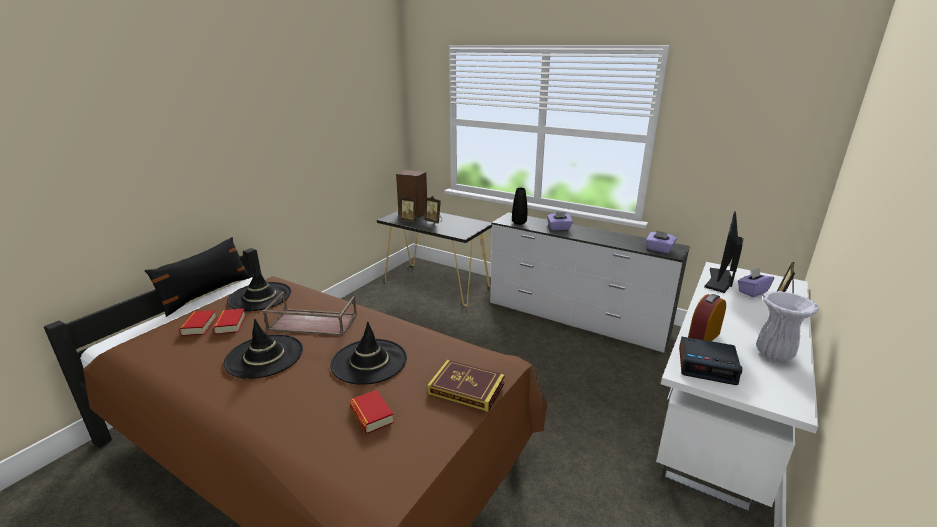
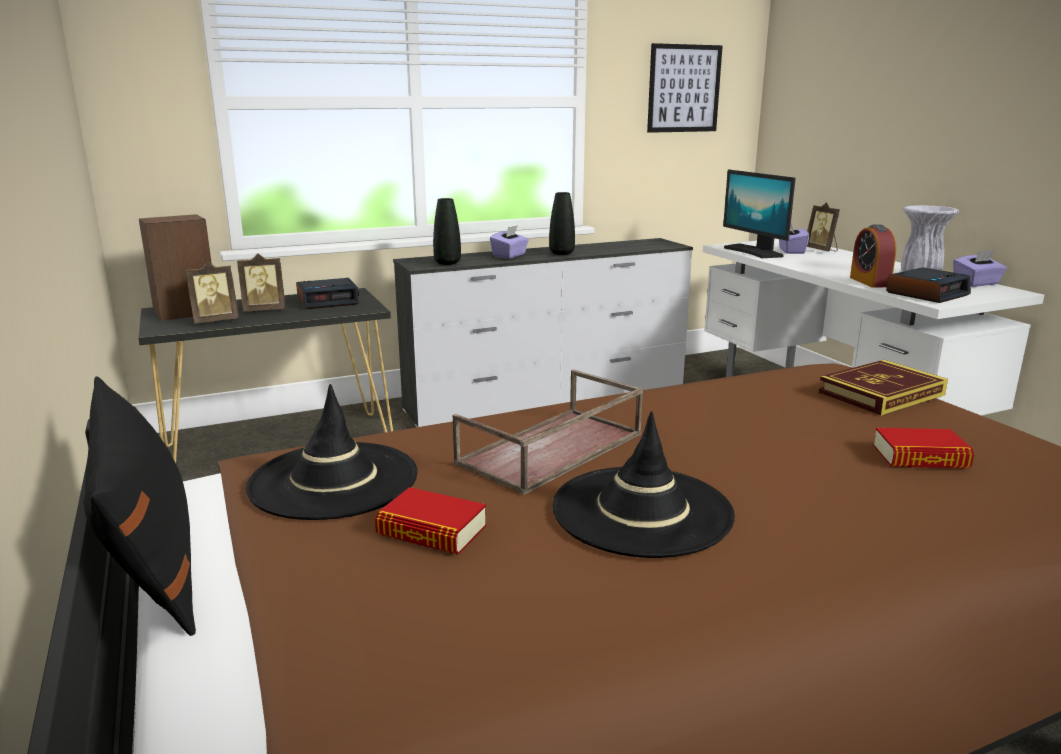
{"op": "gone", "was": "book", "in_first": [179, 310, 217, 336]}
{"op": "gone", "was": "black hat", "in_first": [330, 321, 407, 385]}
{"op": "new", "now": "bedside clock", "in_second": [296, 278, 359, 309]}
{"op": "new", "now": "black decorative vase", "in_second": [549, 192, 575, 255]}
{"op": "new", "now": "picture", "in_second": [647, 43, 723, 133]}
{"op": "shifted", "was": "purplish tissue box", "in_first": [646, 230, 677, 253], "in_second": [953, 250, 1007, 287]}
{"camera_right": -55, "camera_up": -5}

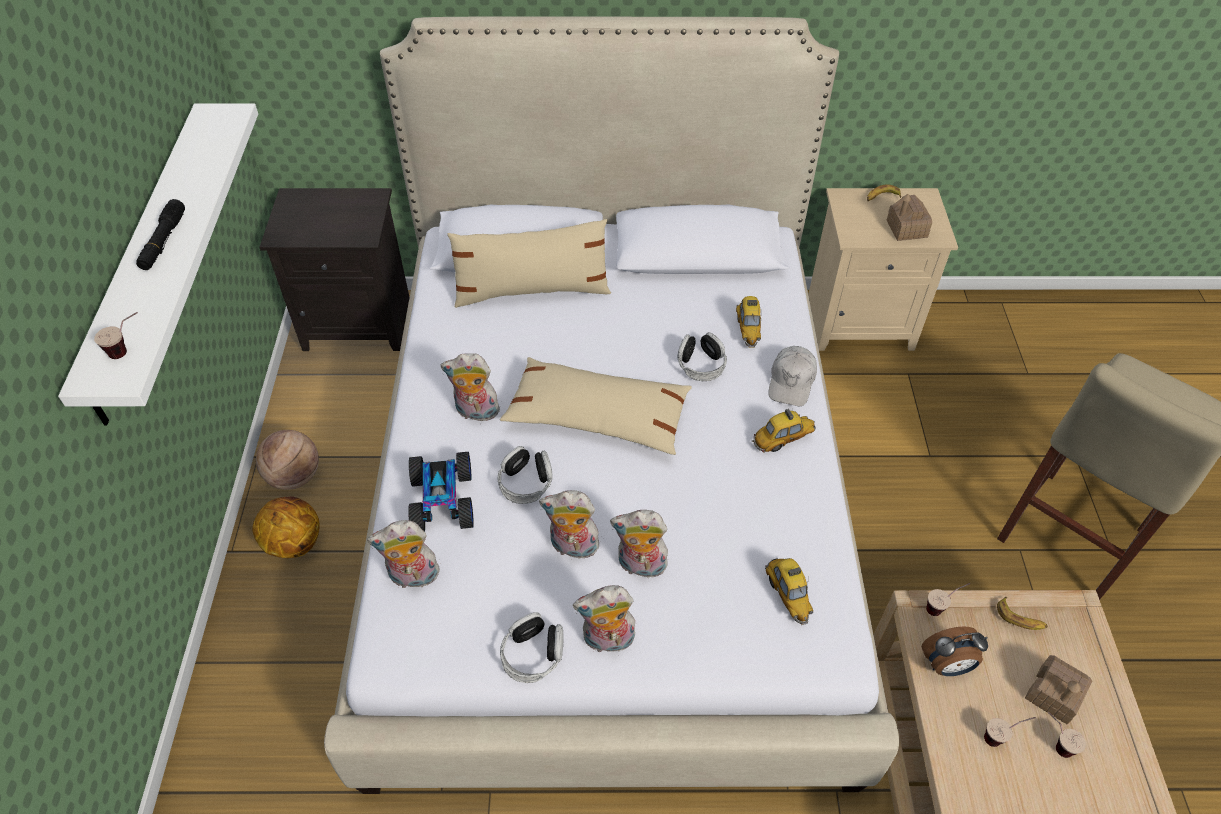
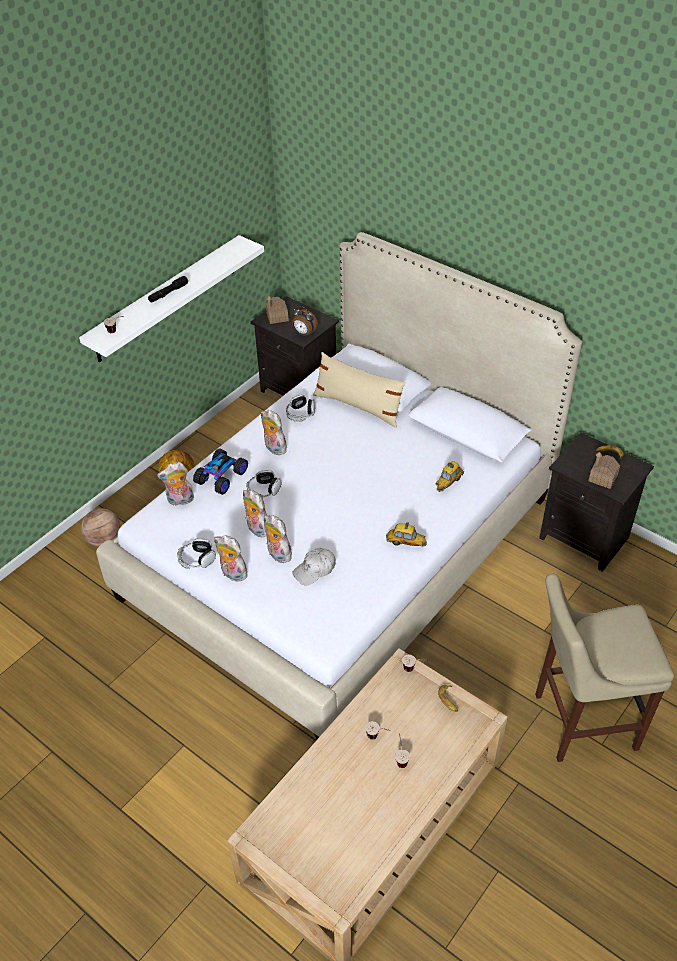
{"op": "gone", "was": "beige pillow", "in_first": [500, 357, 692, 455]}
{"op": "gone", "was": "miniature car", "in_first": [765, 558, 813, 625]}
{"op": "shifted", "was": "ball for basketball", "in_first": [256, 430, 319, 490], "in_second": [81, 508, 120, 547]}
{"op": "shifted", "was": "headphones", "in_first": [677, 332, 727, 381], "in_second": [286, 394, 315, 422]}
{"op": "shifted", "was": "white peaked cap", "in_first": [768, 346, 817, 406], "in_second": [292, 548, 336, 586]}
{"op": "shifted", "was": "bedside clock", "in_first": [921, 626, 988, 676], "in_second": [292, 306, 318, 337]}
{"op": "shifted", "was": "model house", "in_first": [1025, 655, 1092, 724], "in_second": [266, 296, 289, 324]}
{"op": "repainted", "was": "beige night table", "now": "black night table", "in_first": [808, 188, 958, 351], "in_second": [539, 433, 654, 572]}
{"op": "rotated", "was": "plush toy", "in_first": [367, 520, 440, 588], "in_second": [157, 462, 194, 506], "clockwise": -45}
{"camera_right": 40, "camera_up": -5}

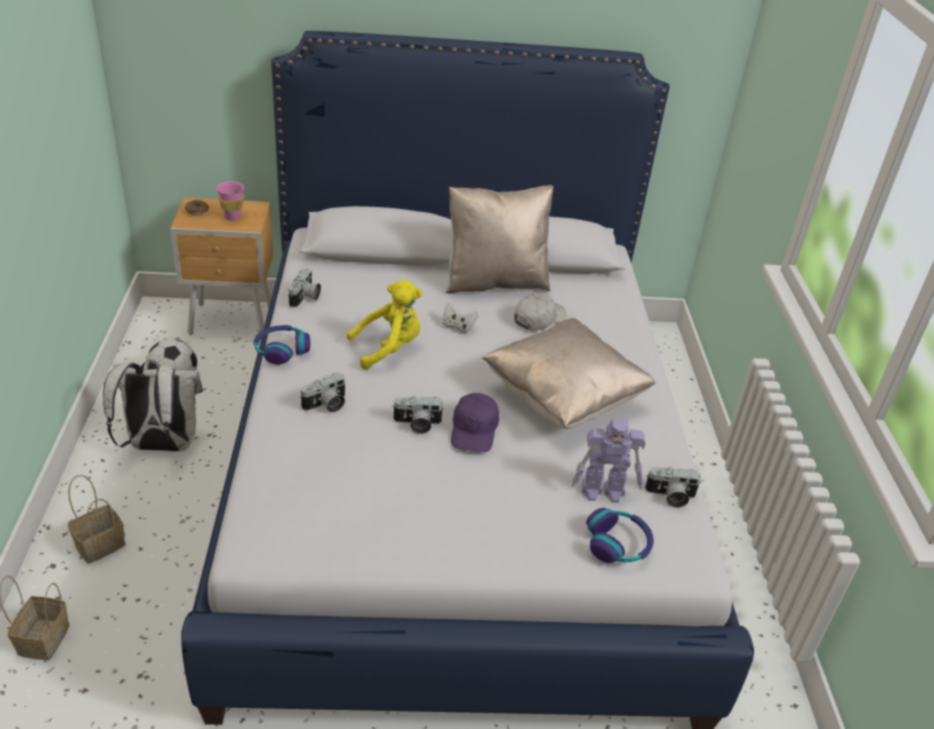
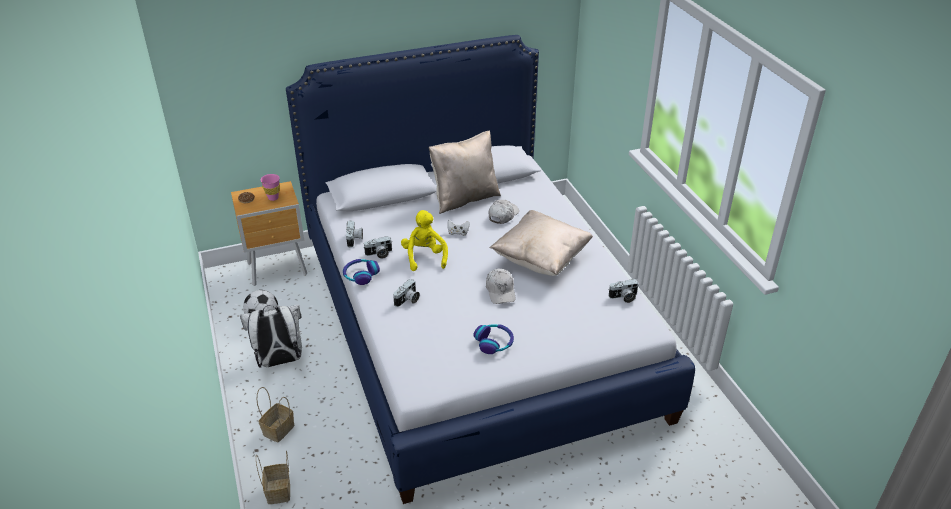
{"op": "gone", "was": "toy robot", "in_first": [571, 420, 646, 503]}
{"op": "shifted", "was": "photo camera", "in_first": [392, 396, 444, 434], "in_second": [364, 236, 392, 259]}
{"op": "shifted", "was": "headphones", "in_first": [586, 508, 654, 563], "in_second": [474, 324, 514, 354]}
{"op": "repainted", "was": "purplish peaked cap", "now": "white peaked cap", "in_first": [451, 393, 499, 452], "in_second": [486, 269, 516, 304]}
{"op": "rotated", "was": "yellow plush toy", "in_first": [347, 280, 423, 370], "in_second": [401, 210, 448, 271], "clockwise": -60}
{"camera_right": -15, "camera_up": 0}

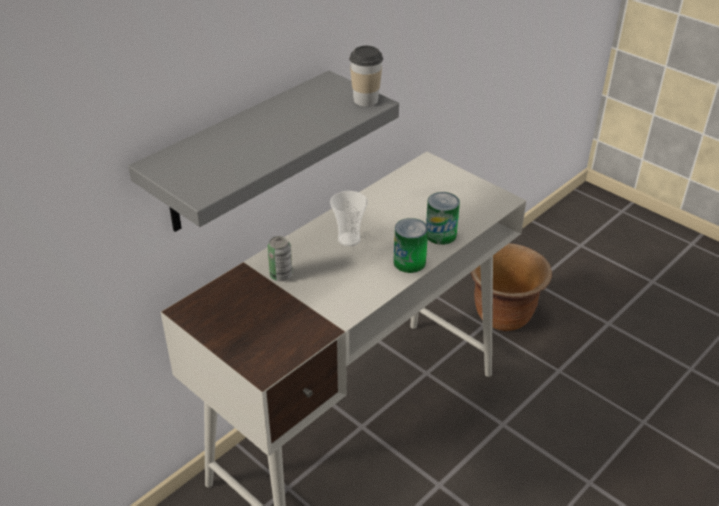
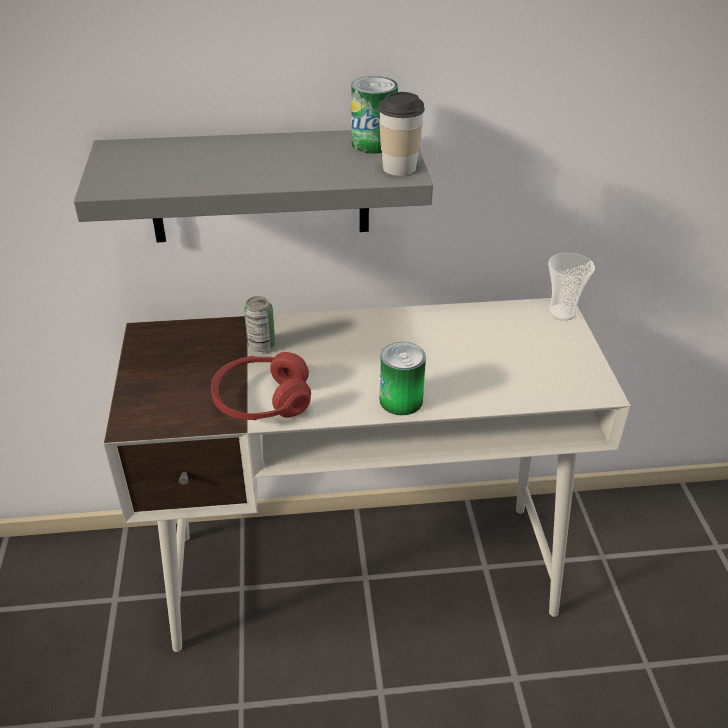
{"op": "gone", "was": "brownish planter", "in_first": [470, 243, 552, 331]}
{"op": "new", "now": "red-coloured headphones", "in_second": [211, 352, 311, 421]}
{"op": "shifted", "was": "small cup", "in_first": [330, 191, 368, 247], "in_second": [548, 253, 595, 321]}
{"op": "shifted", "was": "can", "in_first": [426, 192, 460, 245], "in_second": [351, 76, 398, 153]}
{"camera_right": 40, "camera_up": 0}

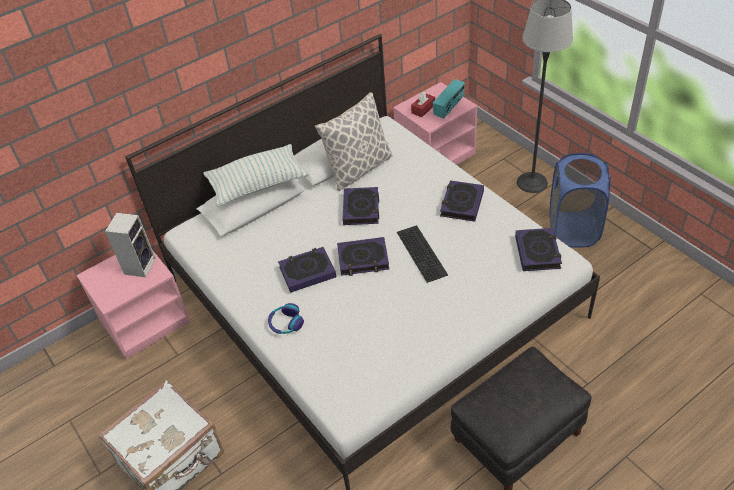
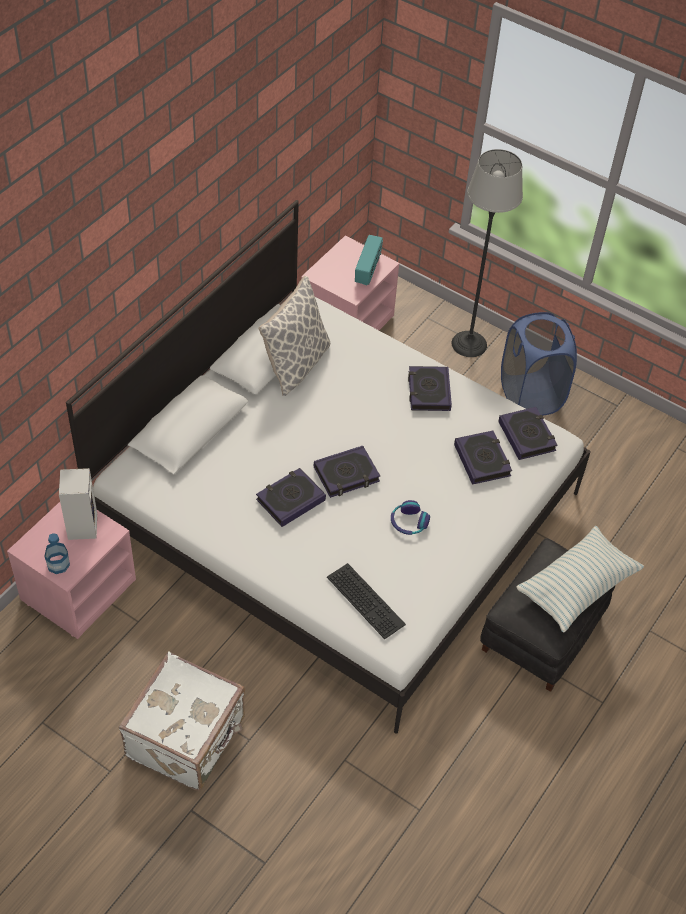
{"op": "gone", "was": "red-coloured tissue box", "in_first": [411, 92, 435, 117]}
{"op": "new", "now": "drink bottle", "in_second": [45, 533, 70, 574]}
{"op": "shifted", "was": "pillow", "in_first": [203, 144, 310, 207], "in_second": [516, 526, 644, 632]}
{"op": "shifted", "was": "headphones", "in_first": [268, 303, 304, 334], "in_second": [391, 500, 430, 535]}
{"op": "shifted", "was": "book", "in_first": [343, 187, 379, 225], "in_second": [454, 430, 512, 485]}
{"op": "shifted", "was": "keyboard", "in_first": [397, 225, 448, 283], "in_second": [327, 563, 406, 639]}
{"camera_right": -25, "camera_up": 5}

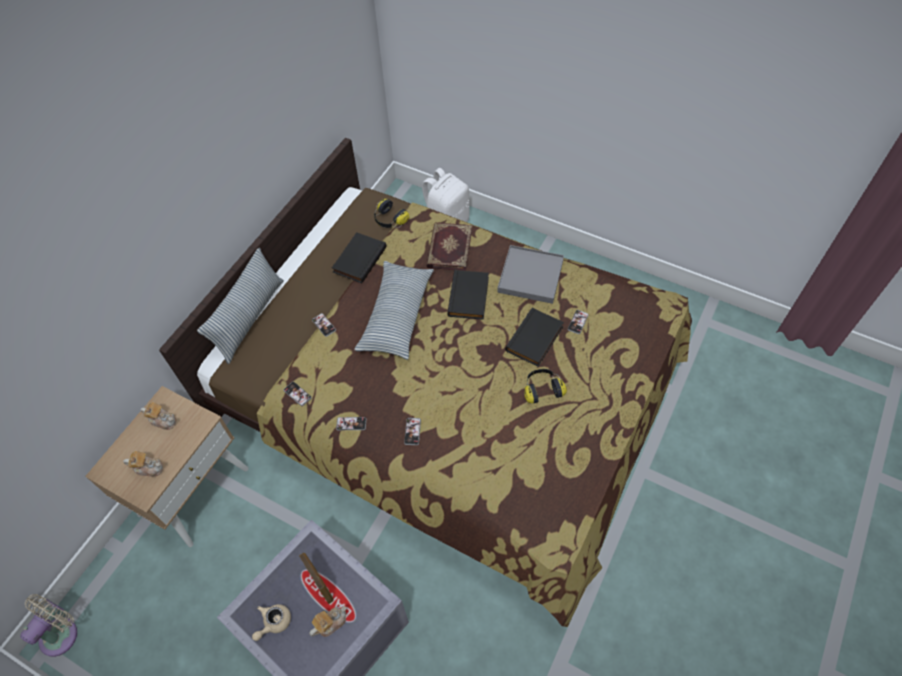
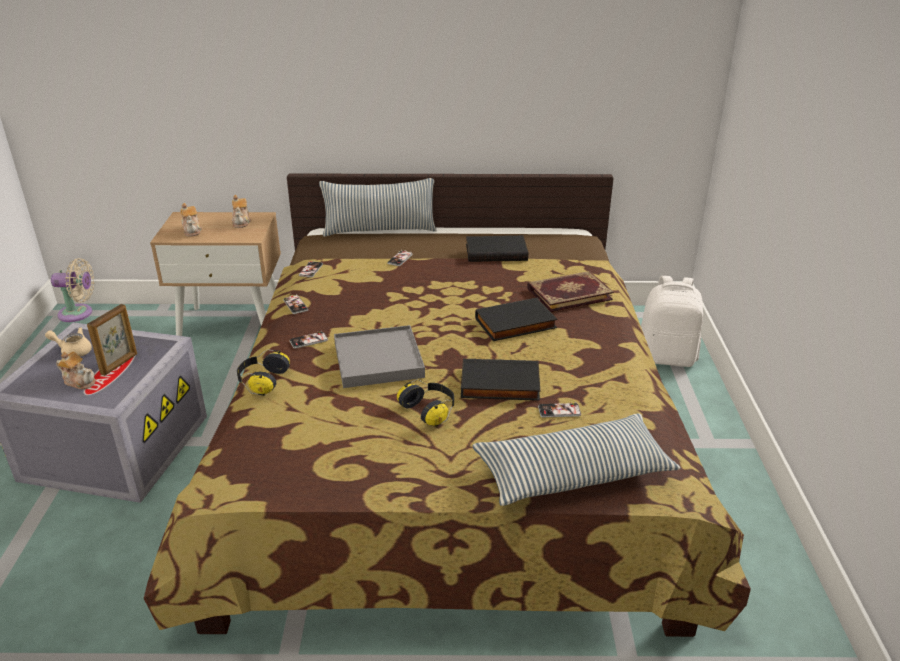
{"op": "shifted", "was": "pillow", "in_first": [355, 261, 434, 360], "in_second": [473, 413, 681, 506]}
{"op": "shifted", "was": "headphones", "in_first": [374, 199, 409, 228], "in_second": [237, 349, 290, 396]}
{"op": "shifted", "was": "gray tray", "in_first": [497, 245, 564, 304], "in_second": [334, 325, 425, 388]}
{"camera_right": 60, "camera_up": -25}

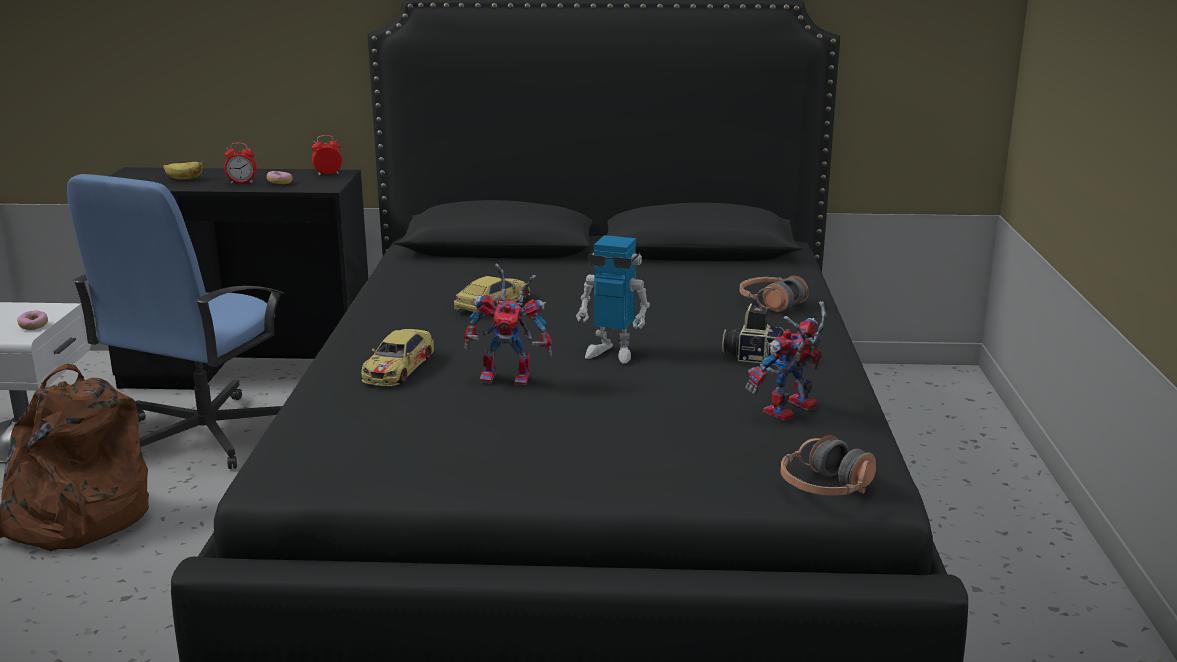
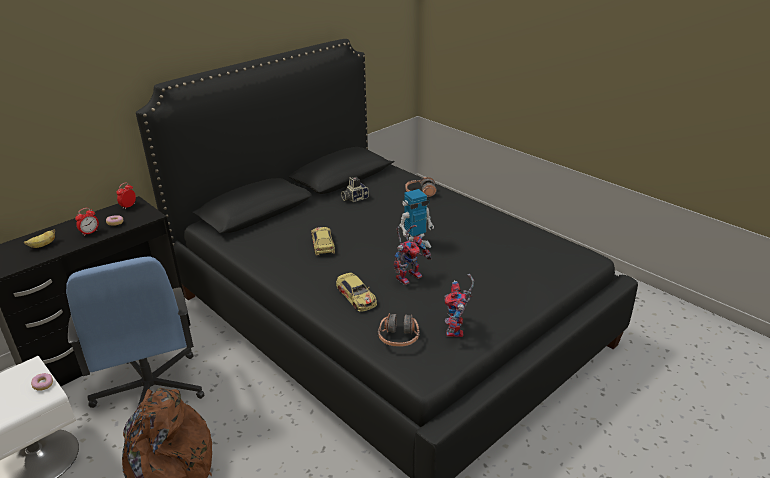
{"op": "shifted", "was": "photo camera", "in_first": [722, 303, 784, 365], "in_second": [341, 177, 369, 202]}
{"op": "shifted", "was": "toy robot", "in_first": [745, 301, 827, 421], "in_second": [444, 274, 474, 337]}
{"op": "shifted", "was": "headphones", "in_first": [781, 435, 876, 496], "in_second": [378, 313, 420, 347]}
{"camera_right": -45, "camera_up": 10}

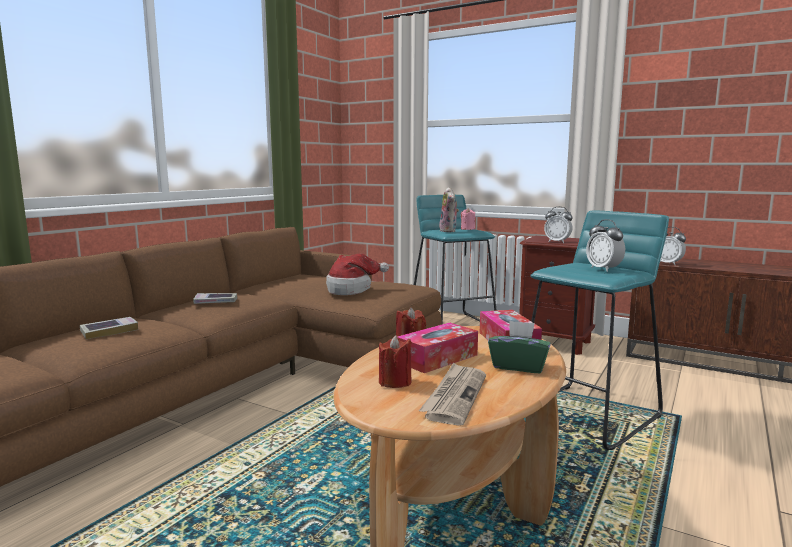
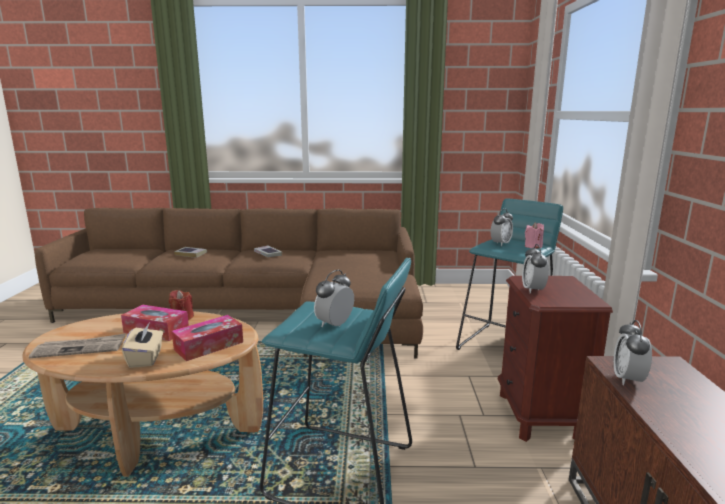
{"op": "gone", "was": "hat", "in_first": [326, 254, 389, 295]}
{"op": "gone", "was": "red-coloured wax light", "in_first": [379, 335, 412, 388]}
{"op": "swapped", "was": "plush toy", "now": "bedside clock", "in_first": [439, 187, 459, 232], "in_second": [491, 209, 513, 246]}
{"op": "repainted", "was": "green tissue box", "now": "beige tissue box", "in_first": [488, 320, 551, 373], "in_second": [122, 322, 163, 368]}
{"camera_right": 60, "camera_up": 5}

